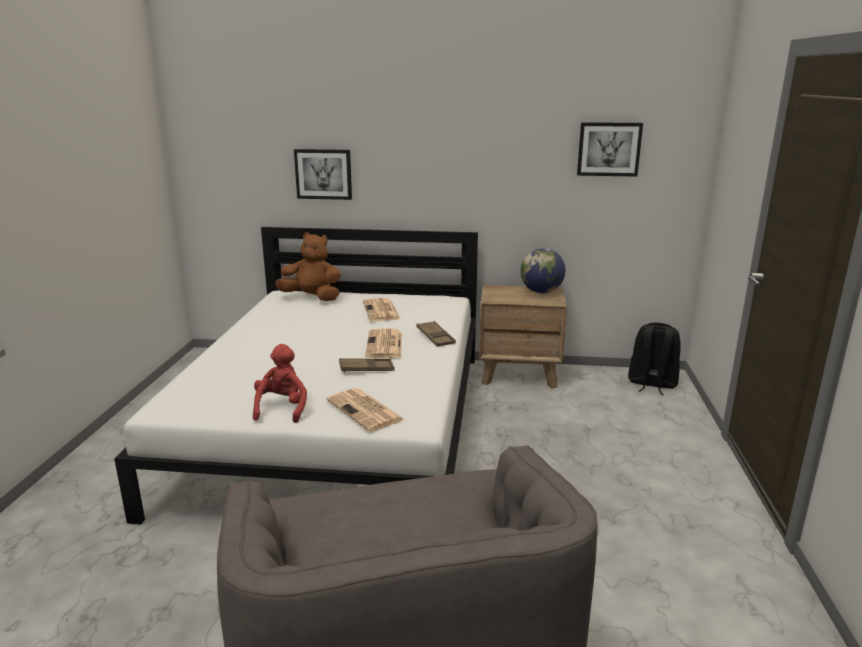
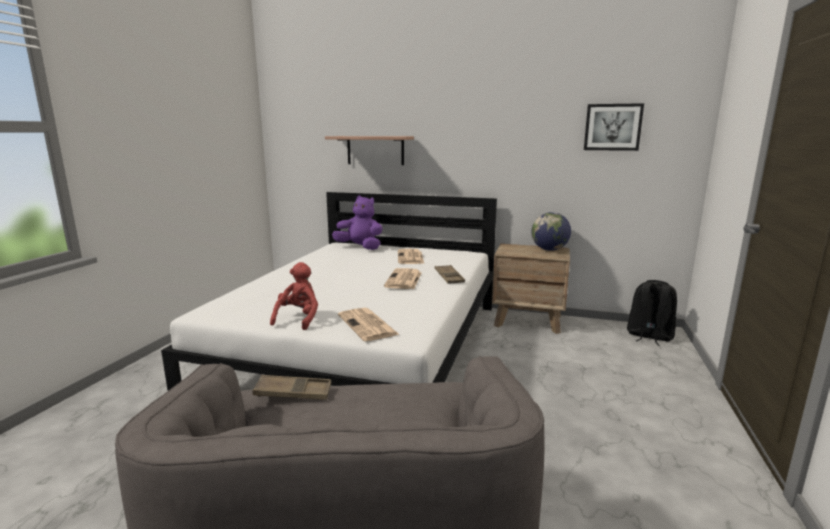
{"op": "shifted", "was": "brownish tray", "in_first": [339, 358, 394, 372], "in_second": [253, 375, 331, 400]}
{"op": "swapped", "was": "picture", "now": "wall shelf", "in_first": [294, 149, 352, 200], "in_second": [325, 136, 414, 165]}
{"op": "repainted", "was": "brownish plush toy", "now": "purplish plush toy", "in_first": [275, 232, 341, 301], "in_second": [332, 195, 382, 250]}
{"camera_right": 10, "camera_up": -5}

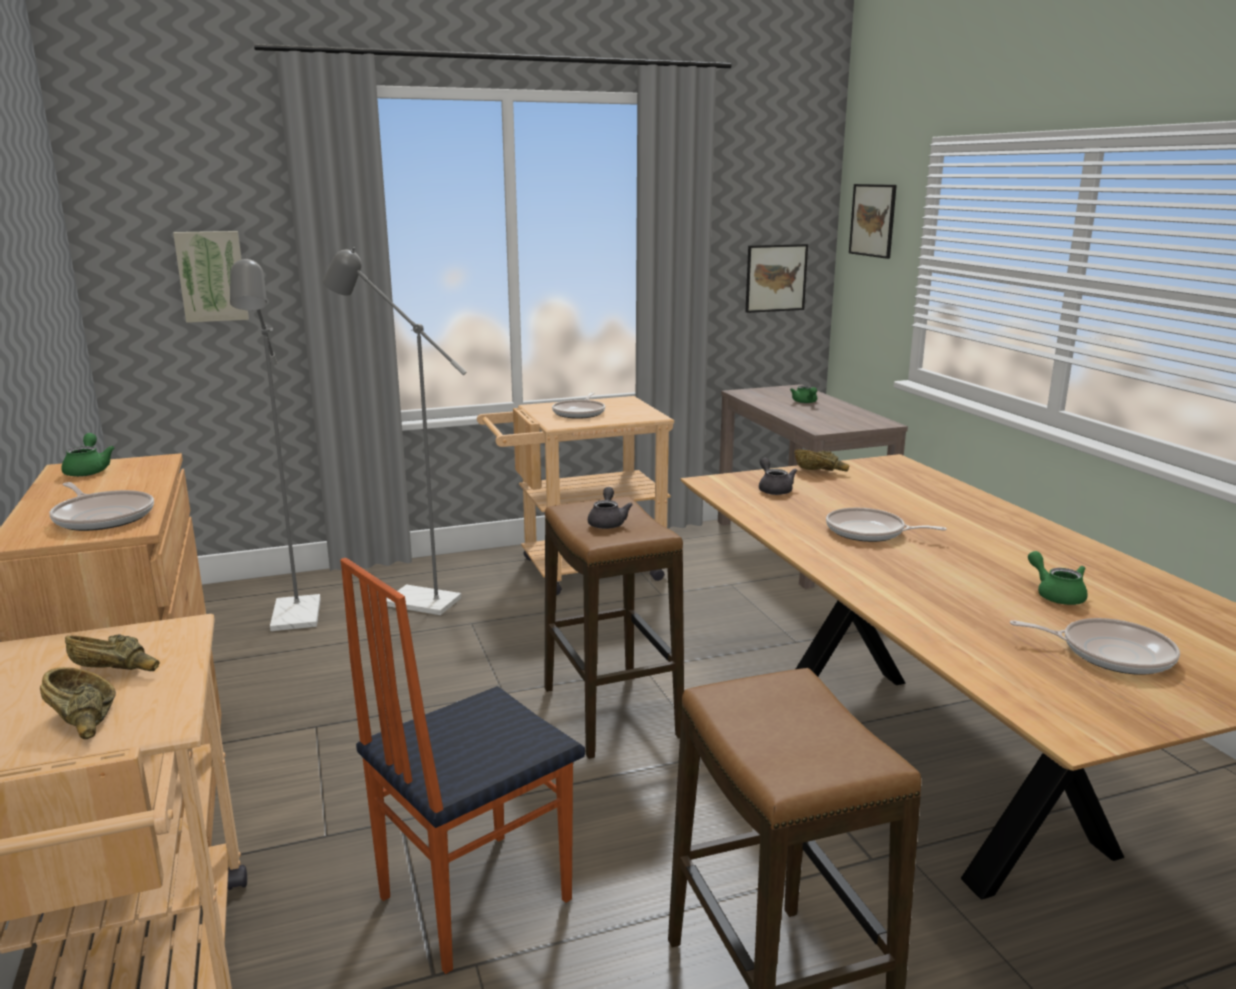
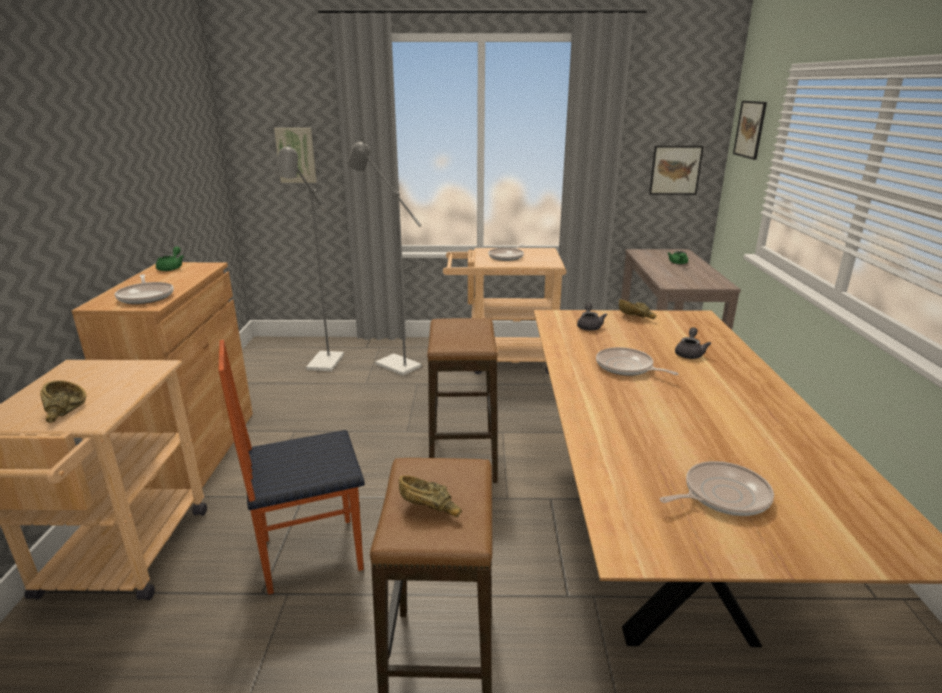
{"op": "gone", "was": "green pot for tea", "in_first": [1028, 551, 1088, 605]}
{"op": "shifted", "was": "brownish bowl", "in_first": [65, 634, 159, 671], "in_second": [399, 475, 462, 517]}
{"op": "shifted", "was": "gray pot for tea", "in_first": [588, 487, 633, 529], "in_second": [675, 327, 711, 359]}
{"op": "rotated", "was": "frying pan", "in_first": [1010, 618, 1180, 675], "in_second": [660, 461, 774, 516], "clockwise": -60}
{"camera_right": 20, "camera_up": 5}

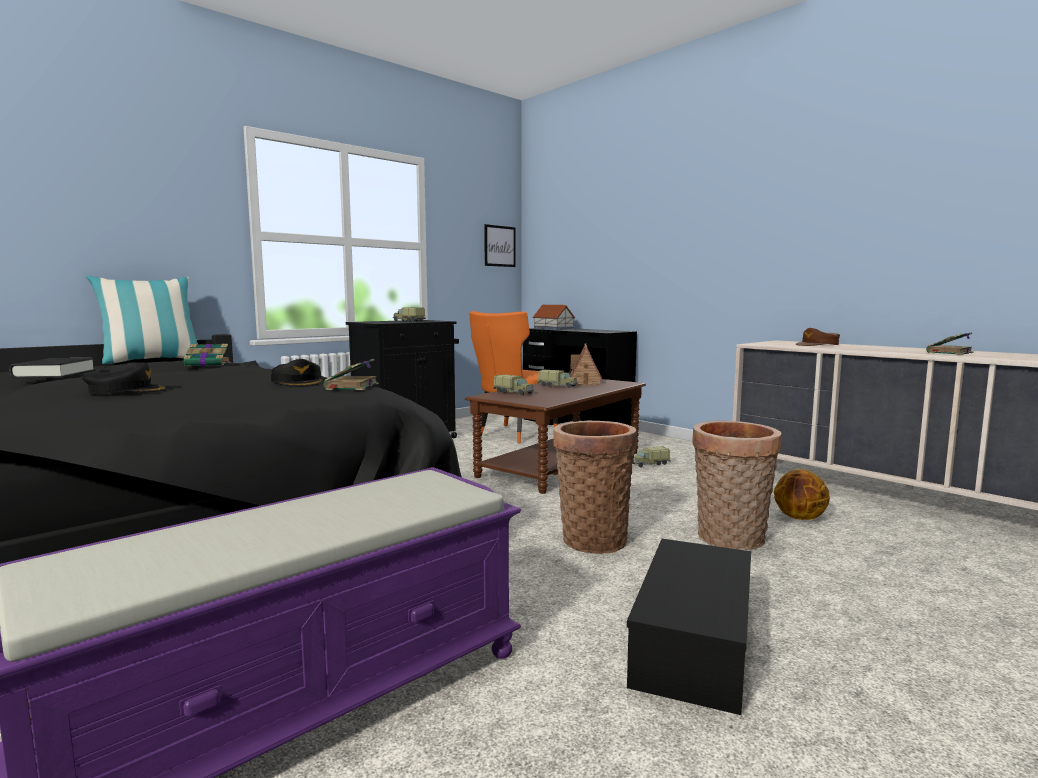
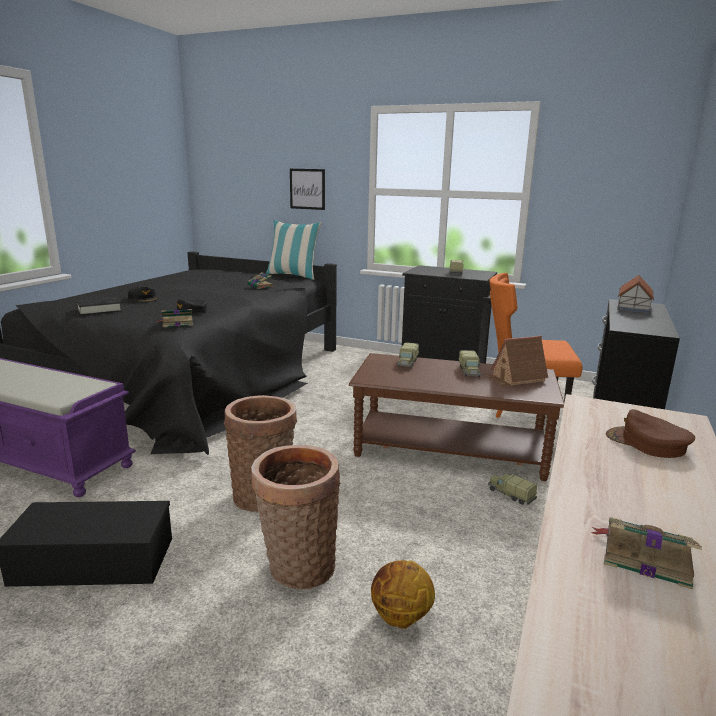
{"op": "shifted", "was": "black book", "in_first": [10, 358, 96, 378], "in_second": [76, 297, 122, 315]}
{"op": "shifted", "was": "picture", "in_first": [484, 224, 516, 267], "in_second": [290, 169, 325, 210]}
{"camera_right": 65, "camera_up": 10}

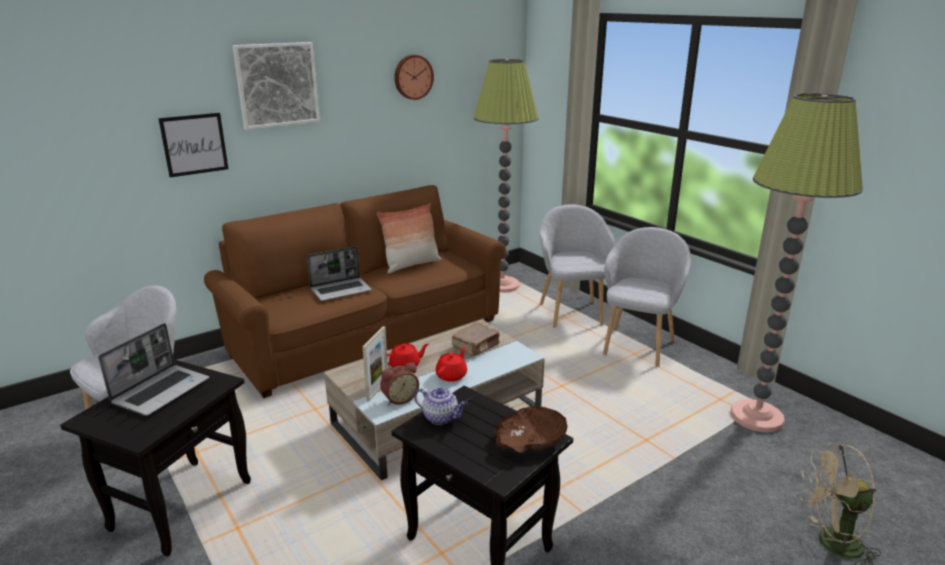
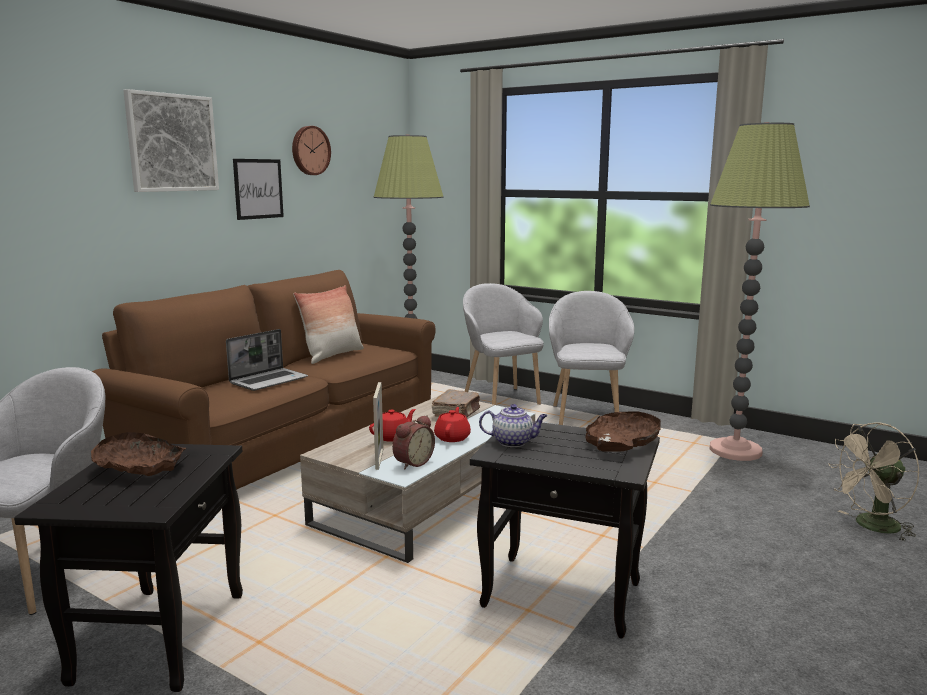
{"op": "shifted", "was": "picture", "in_first": [158, 113, 228, 177], "in_second": [233, 159, 284, 220]}
{"op": "swapped", "was": "laptop", "now": "brownish bowl", "in_first": [98, 323, 209, 416], "in_second": [91, 432, 186, 476]}
{"camera_right": -20, "camera_up": -10}

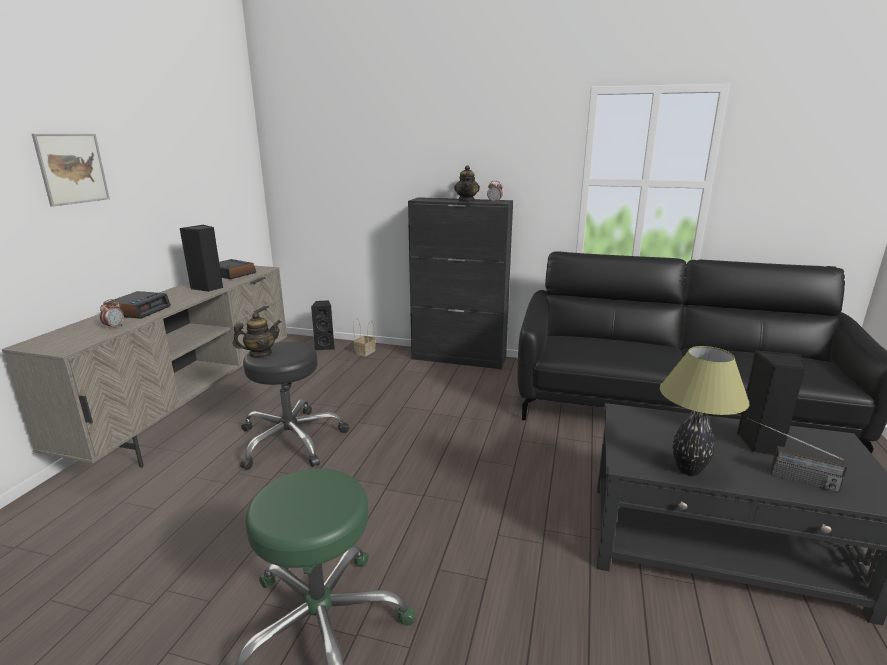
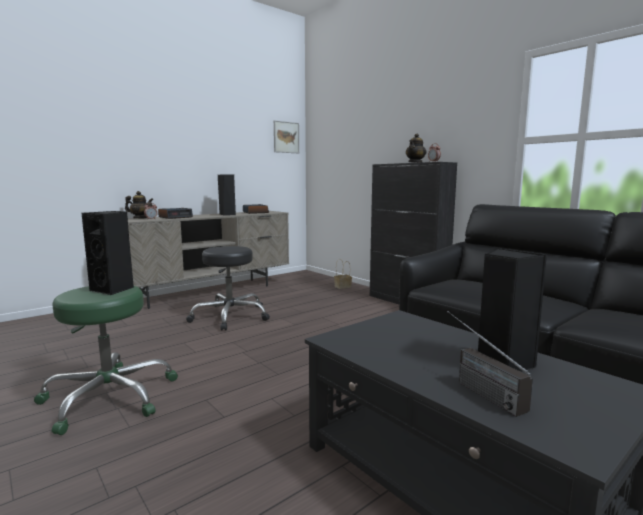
{"op": "gone", "was": "tabletop lamp", "in_first": [660, 346, 749, 476]}
{"op": "shifted", "was": "picture", "in_first": [32, 134, 110, 207], "in_second": [274, 120, 299, 153]}
{"op": "shifted", "was": "pot for tea", "in_first": [233, 312, 281, 357], "in_second": [125, 191, 154, 218]}
{"op": "shifted", "was": "black audio speaker", "in_first": [311, 300, 335, 350], "in_second": [82, 211, 134, 295]}
{"camera_right": 35, "camera_up": -10}

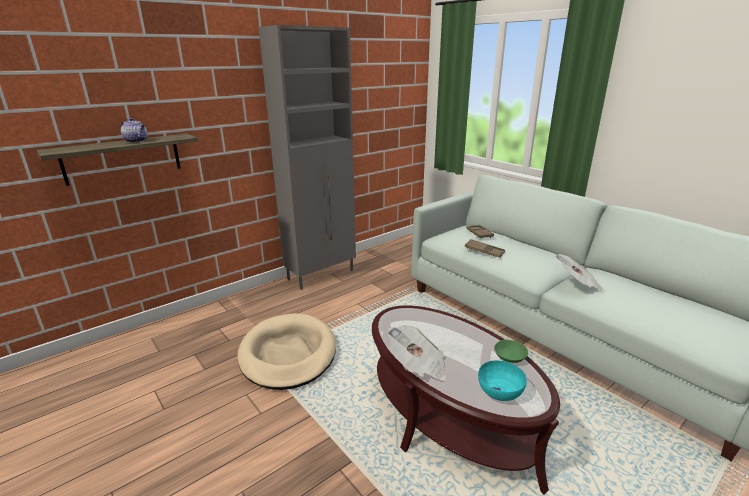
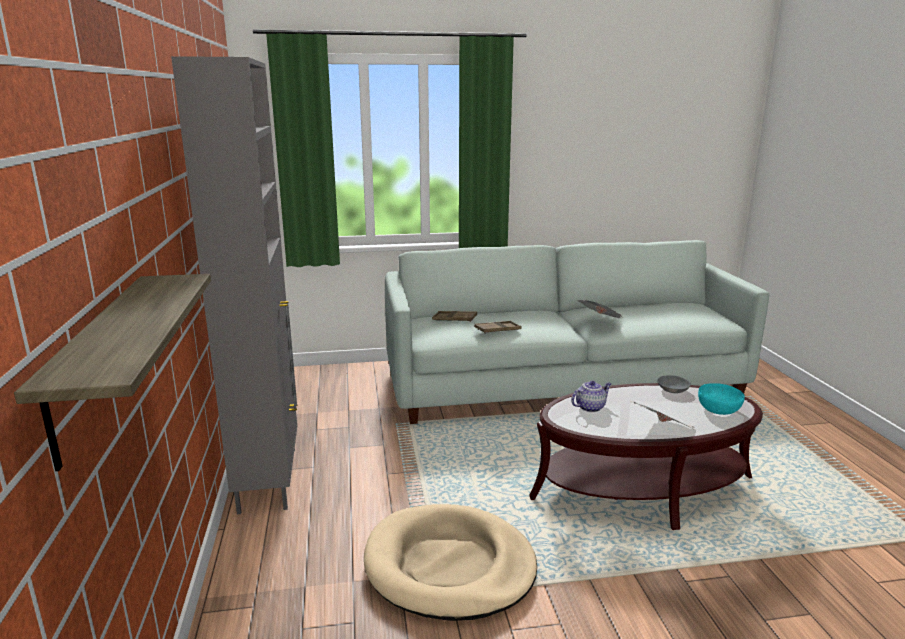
{"op": "shifted", "was": "pot for tea", "in_first": [121, 118, 148, 143], "in_second": [571, 381, 611, 412]}
{"op": "repainted", "was": "green bowl", "now": "gray bowl", "in_first": [494, 340, 528, 363], "in_second": [657, 375, 691, 393]}
{"camera_right": -60, "camera_up": -5}

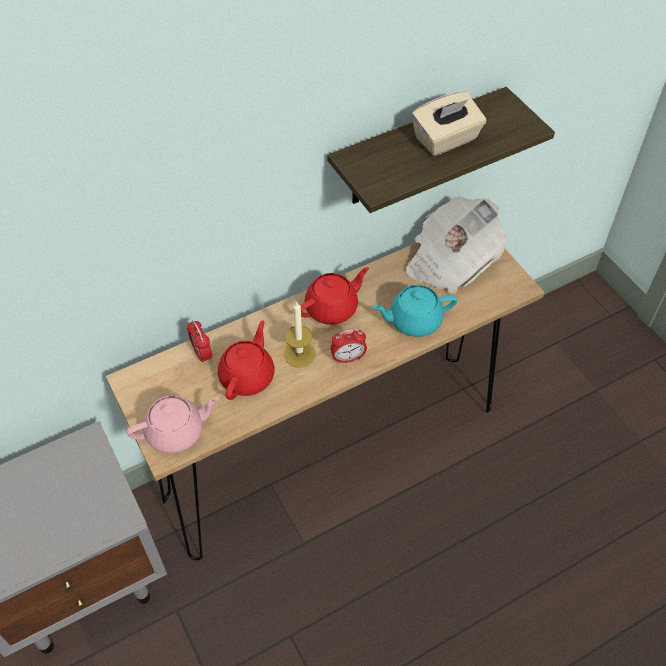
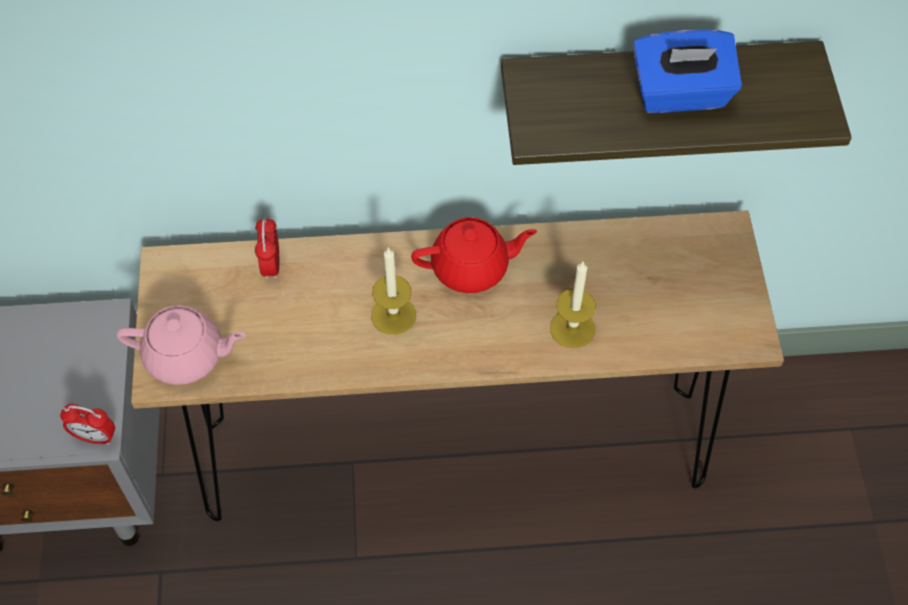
{"op": "gone", "was": "red-coloured pot for tea", "in_first": [218, 321, 274, 400]}
{"op": "gone", "was": "printed paper", "in_first": [406, 196, 507, 294]}
{"op": "shifted", "was": "bedside clock", "in_first": [331, 329, 367, 364], "in_second": [60, 403, 115, 445]}
{"op": "swapped", "was": "turquoise-coloured pot for tea", "now": "wax light", "in_first": [372, 285, 458, 337], "in_second": [550, 262, 596, 348]}
{"op": "repainted", "was": "beige tissue box", "now": "blue-coloured tissue box", "in_first": [411, 92, 486, 156], "in_second": [633, 29, 742, 113]}
{"camera_right": 25, "camera_up": 5}

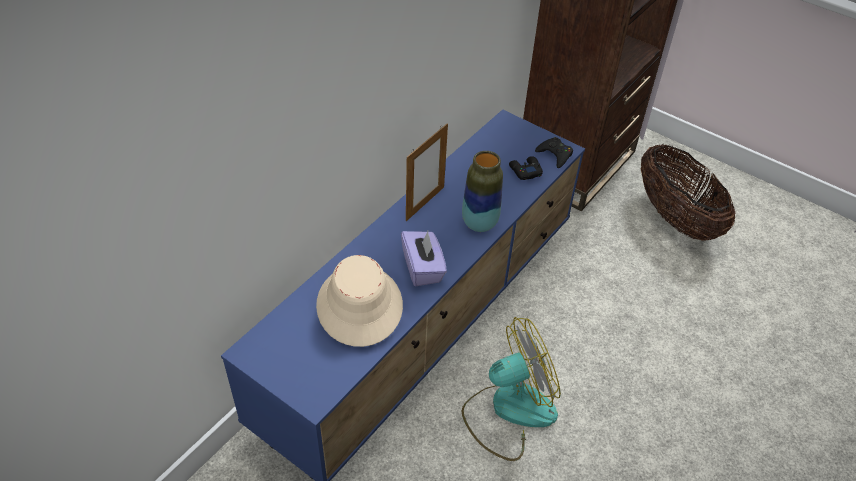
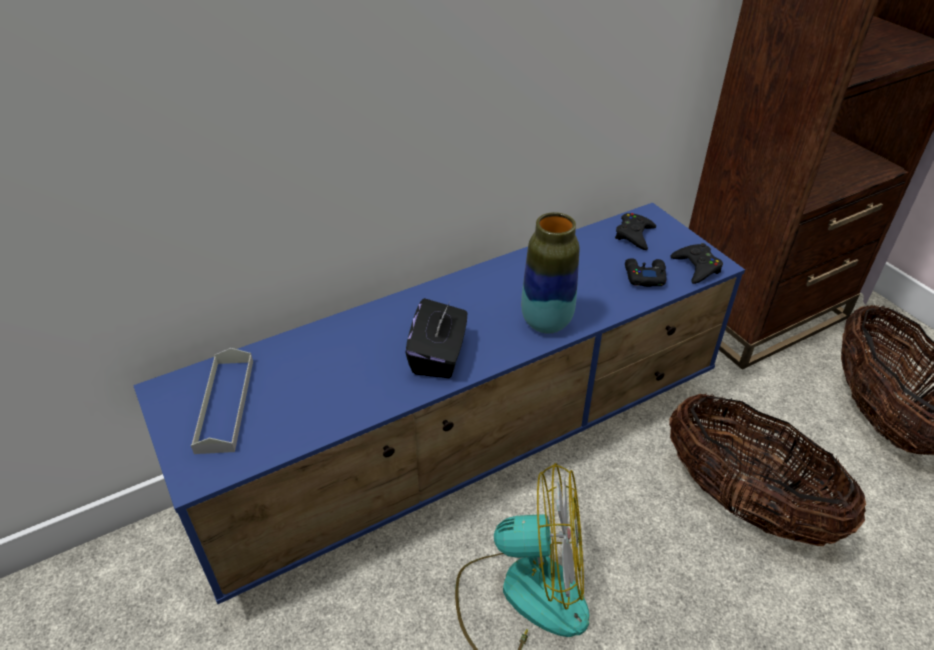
{"op": "gone", "was": "beige hat", "in_first": [316, 255, 403, 347]}
{"op": "gone", "was": "standing frame", "in_first": [406, 123, 448, 221]}
{"op": "new", "now": "gray tray", "in_second": [191, 348, 253, 454]}
{"op": "new", "now": "black joypad", "in_second": [615, 213, 656, 250]}
{"op": "new", "now": "household basket", "in_second": [669, 393, 866, 546]}
{"op": "repainted", "was": "purplish tissue box", "now": "black tissue box", "in_first": [401, 231, 447, 286], "in_second": [405, 298, 467, 378]}
{"camera_right": 25, "camera_up": -5}

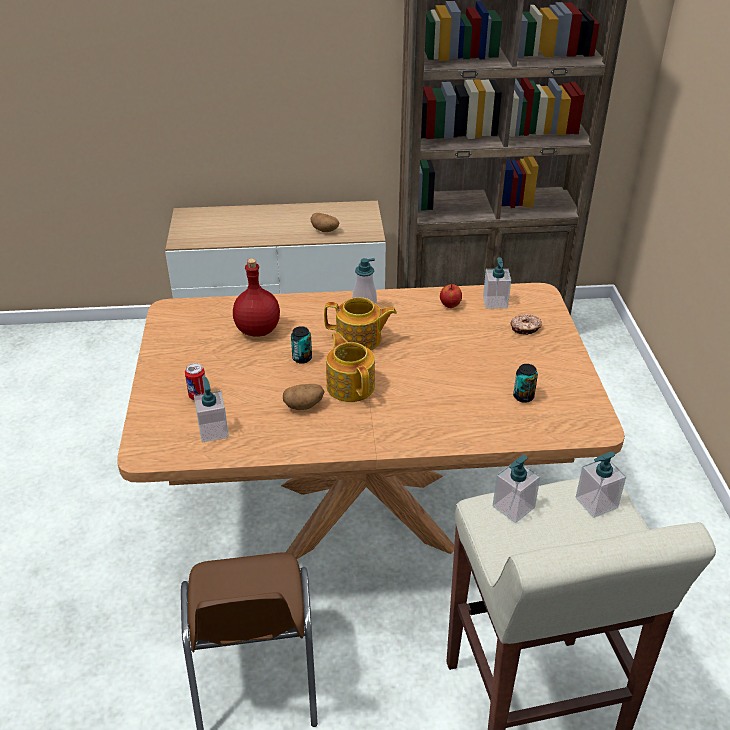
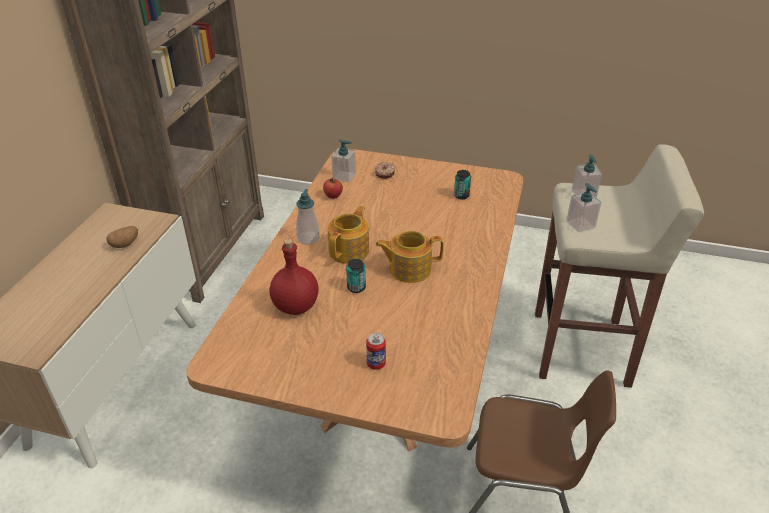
{"op": "gone", "was": "soap dispenser", "in_first": [194, 377, 229, 443]}
{"op": "gone", "was": "spud", "in_first": [283, 384, 324, 410]}
{"camera_right": -70, "camera_up": 0}

